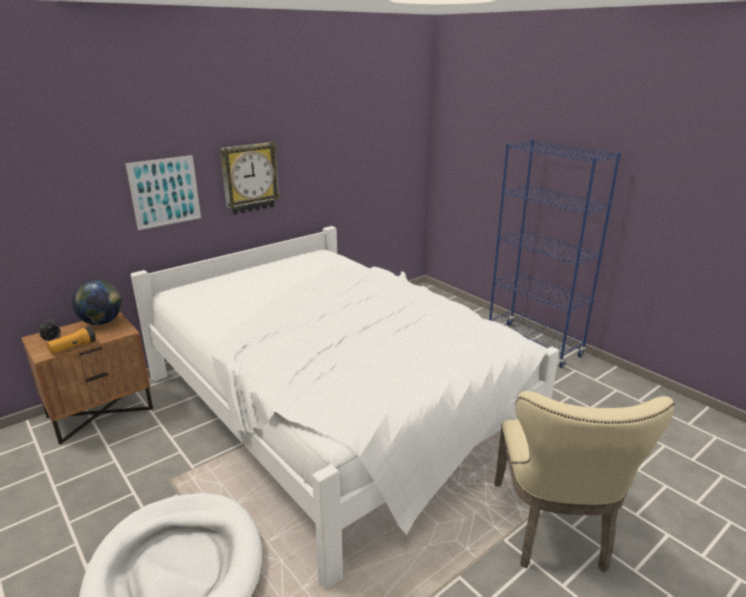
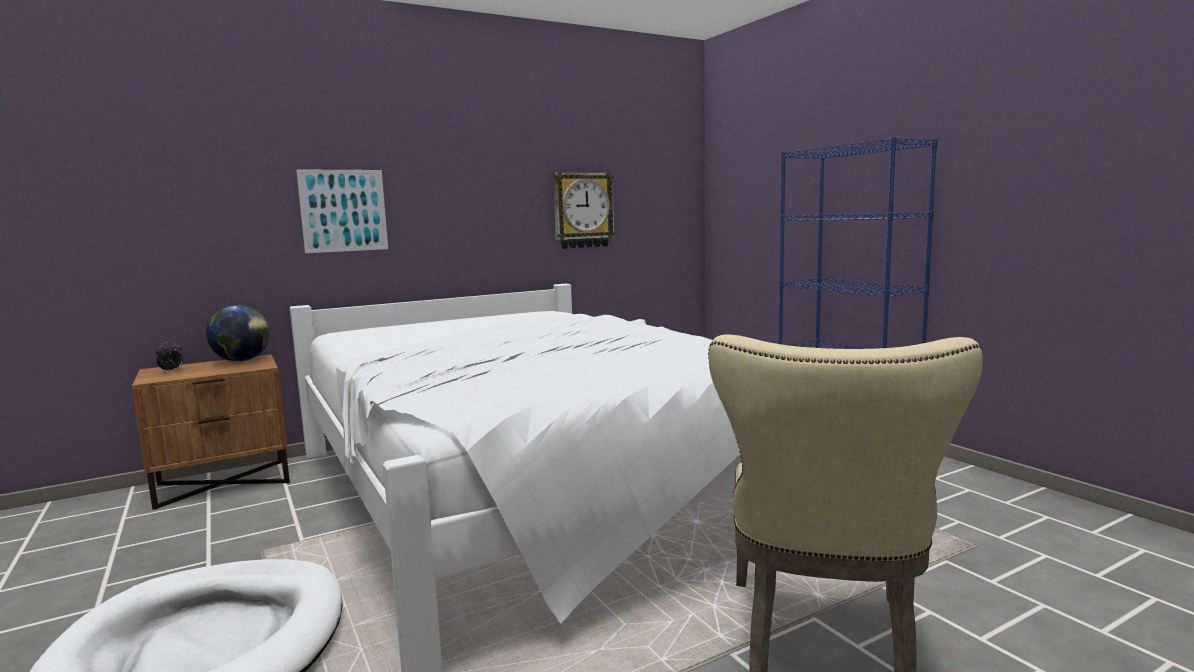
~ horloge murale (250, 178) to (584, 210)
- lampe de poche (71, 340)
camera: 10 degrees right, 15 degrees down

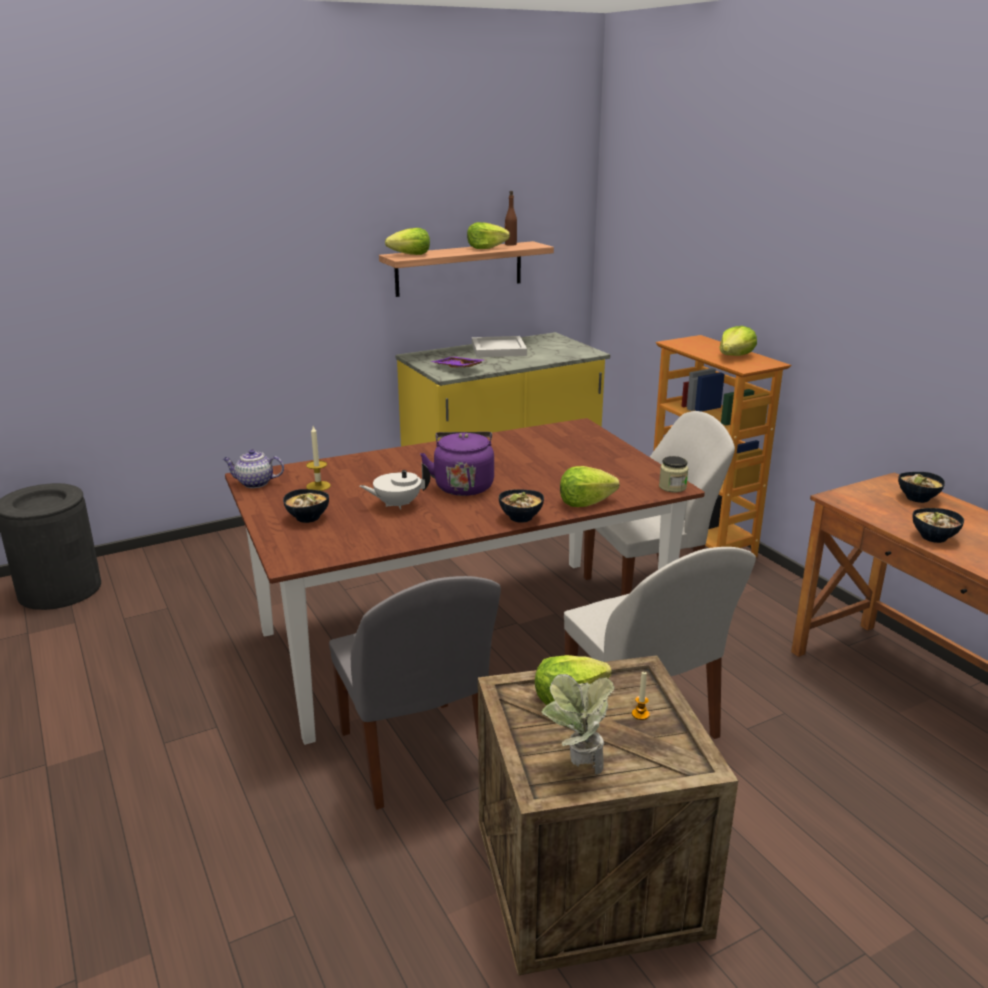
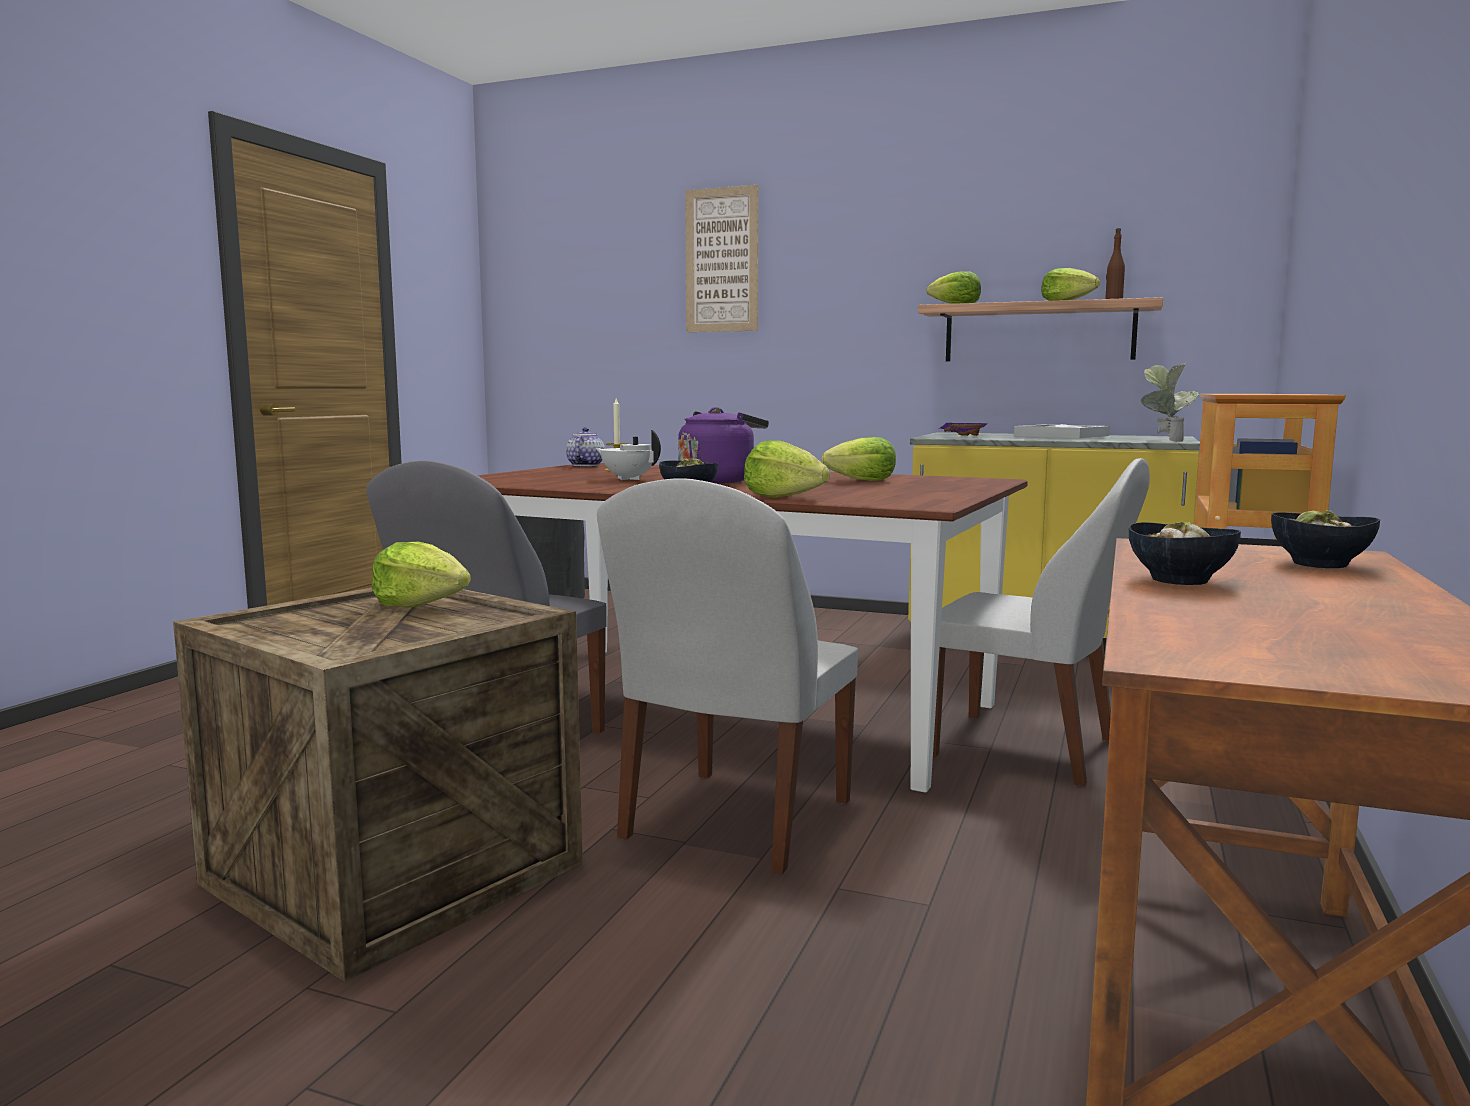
~ théière (253, 469) = (585, 446) 45 degrees clockwise
+ tableau (722, 258)
~ laitue (738, 341) to (858, 459)
~ plante en pot (578, 724) to (1170, 402)
- bol (306, 506)
- bougie (641, 696)
- bocal (673, 474)
camera: 50 degrees right, 15 degrees down

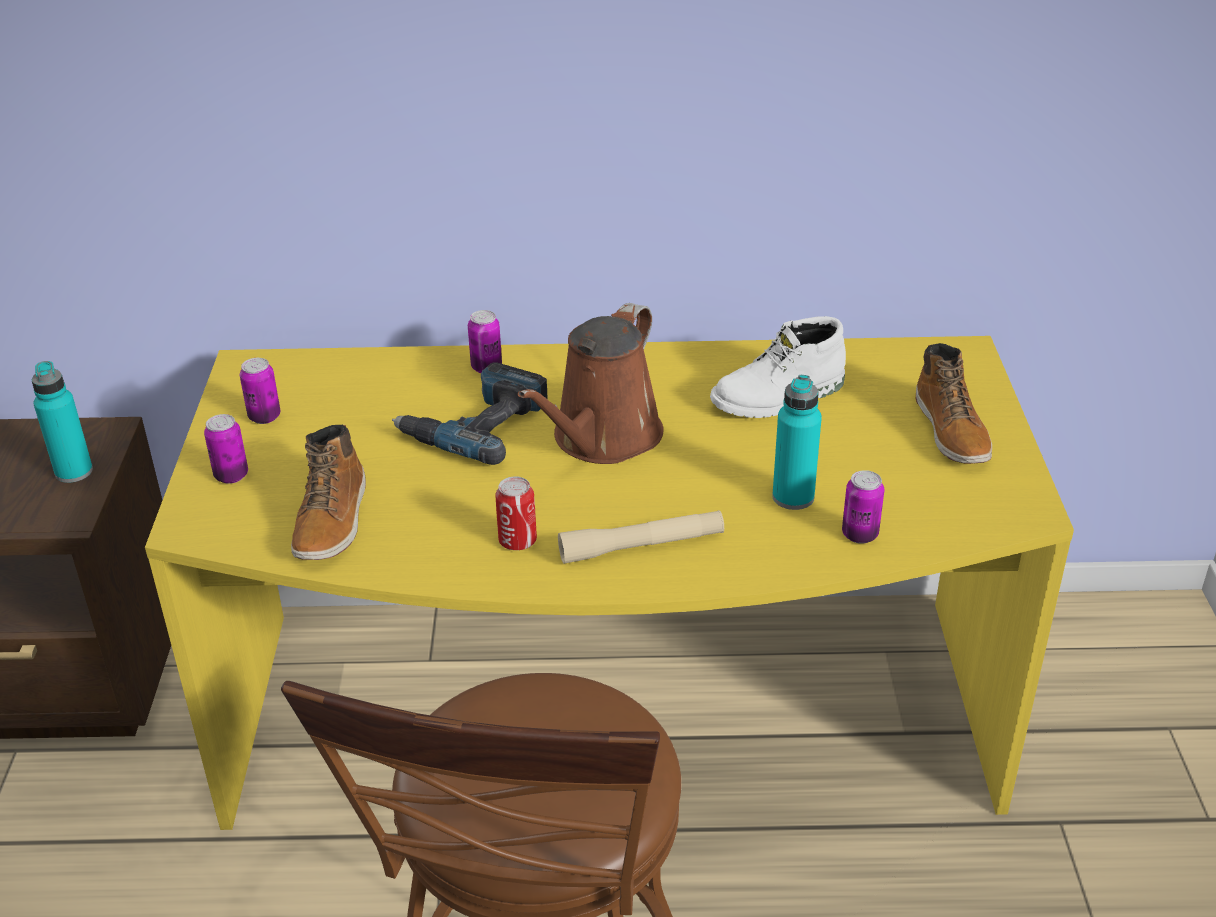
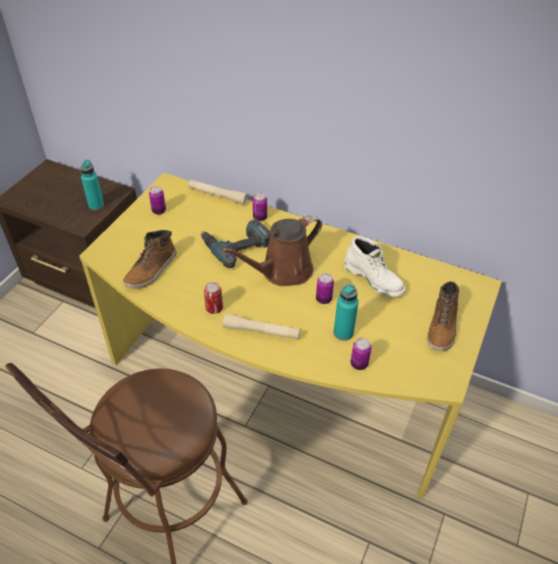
+ lampe de poche (beige) (218, 192)
~ boîte métallique (226, 449) to (325, 288)
~ botte (blanc) (778, 367) = (374, 266) 135 degrees counterclockwise
camera: 25 degrees right, 10 degrees up

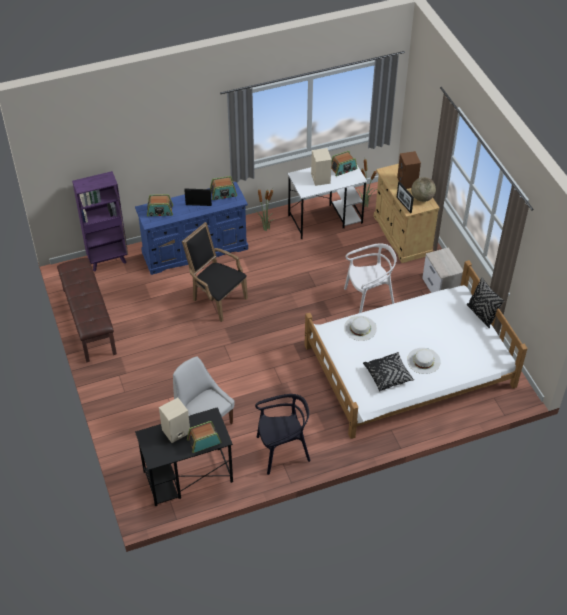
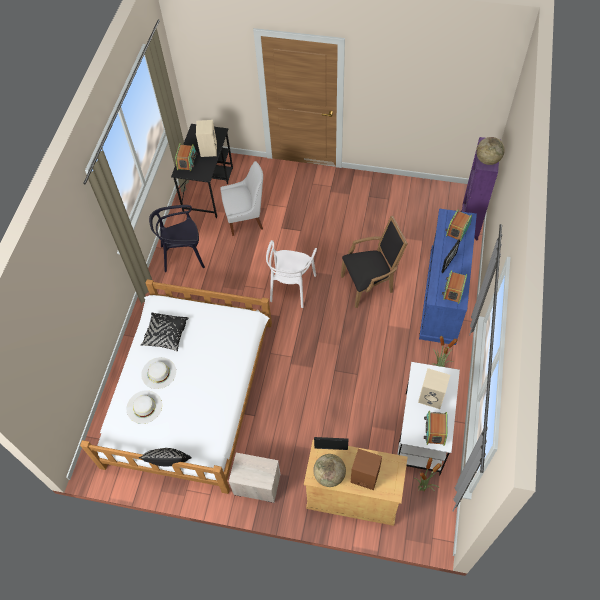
~ chapeau (blanc) (360, 328) to (144, 407)
~ chaise (noir) (282, 434) = (177, 238) 60 degrees clockwise
~ chaise (blanc) (370, 278) to (291, 274)
+ globe (490, 151)
- banc (marron) (87, 310)
camera: 125 degrees right, 10 degrees up

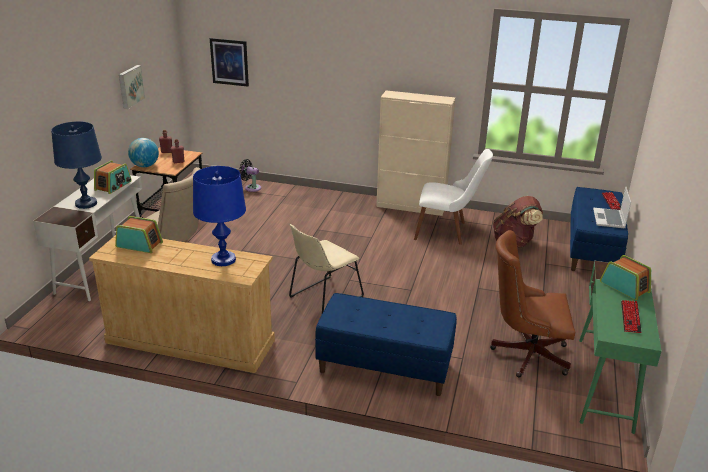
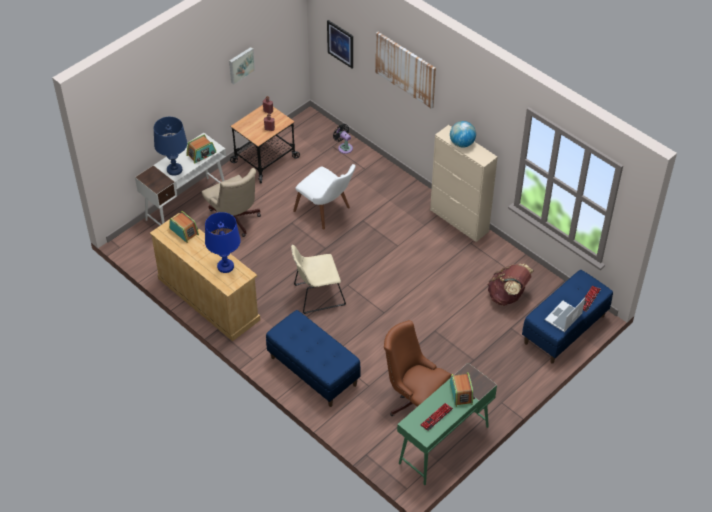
~ chaise (blanc) (453, 197) to (324, 197)
+ tableau (405, 70)
~ globe (143, 152) to (463, 134)
camera: 30 degrees right, 20 degrees up

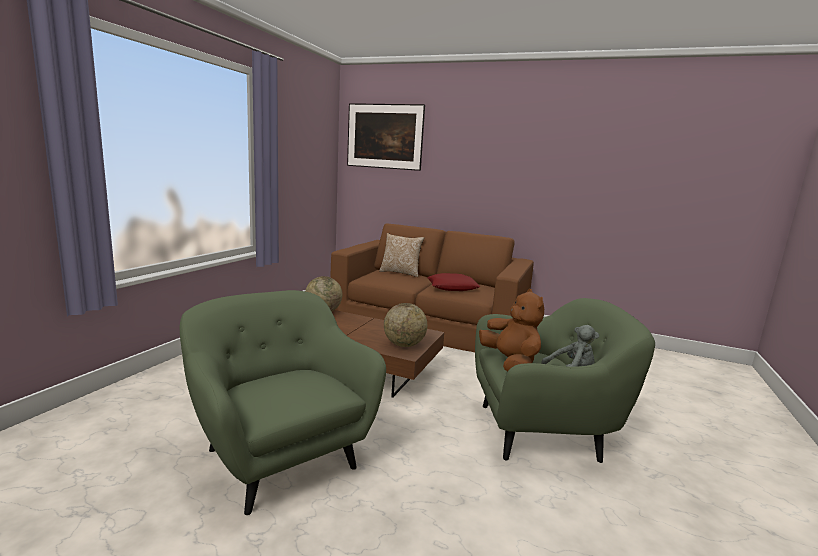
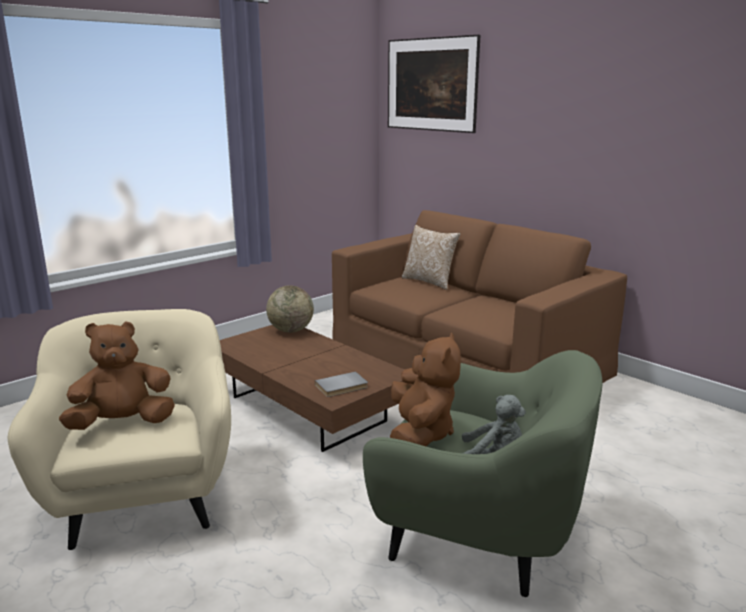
~ fauteuil (vert) (283, 402) to fauteuil (beige) (119, 429)
+ peluche (marron) (117, 375)
~ globe (405, 325) to livre (gris) (341, 384)
- coussin (rouge) (453, 282)
camera: 25 degrees right, 5 degrees up

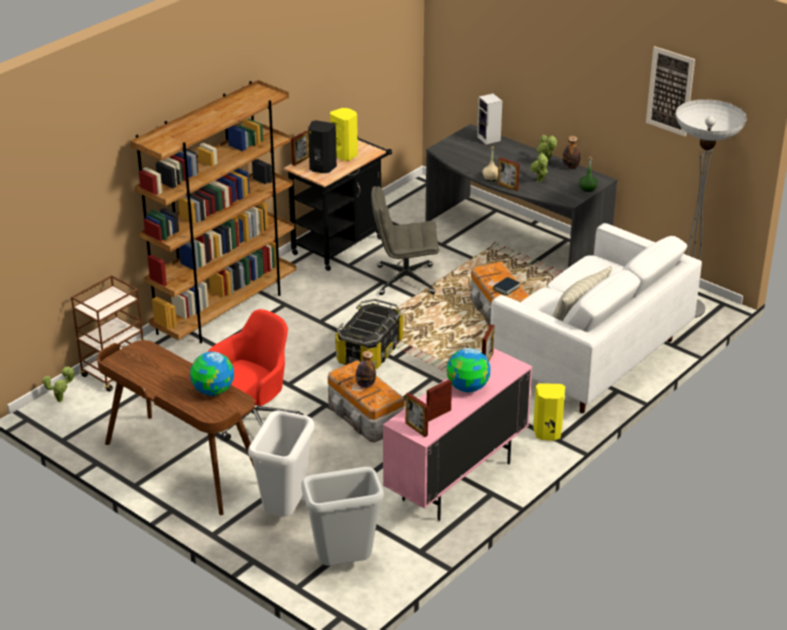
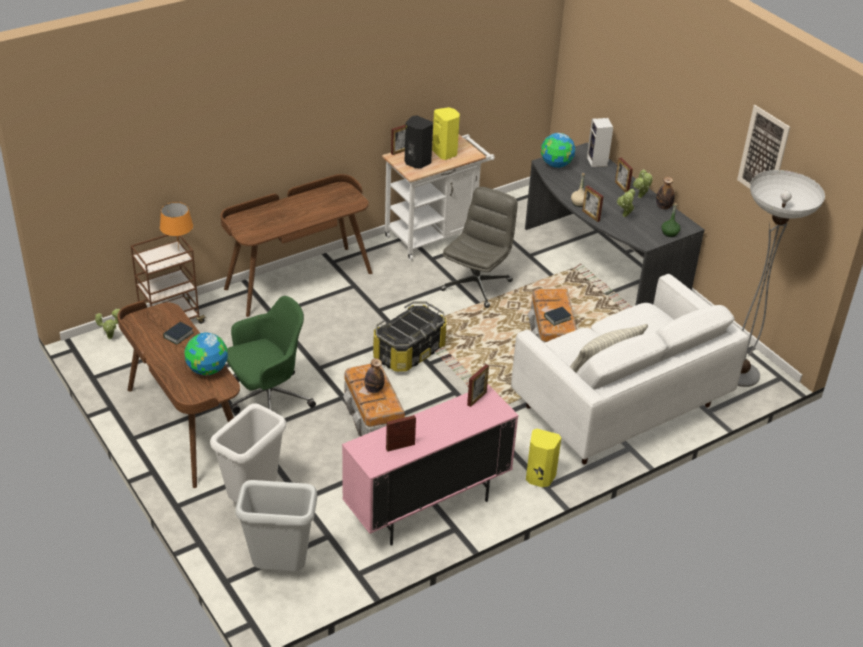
+ lampe de table (orange) (176, 225)
+ livre (178, 333)
~ bibliothèque (marron) (213, 211) to bureau (marron) (296, 245)
~ chaise de bureau (rouge) (256, 375) to chaise de bureau (vert) (271, 354)
~ chariot (noir) (338, 204) to chariot (blanc) (438, 197)
~ chaise de bureau (gris) (405, 240) = (479, 247) 105 degrees clockwise
~ globe (468, 370) to (558, 150)
~ cadre photo (417, 414) to (624, 175)
camera: 15 degrees right, 5 degrees up

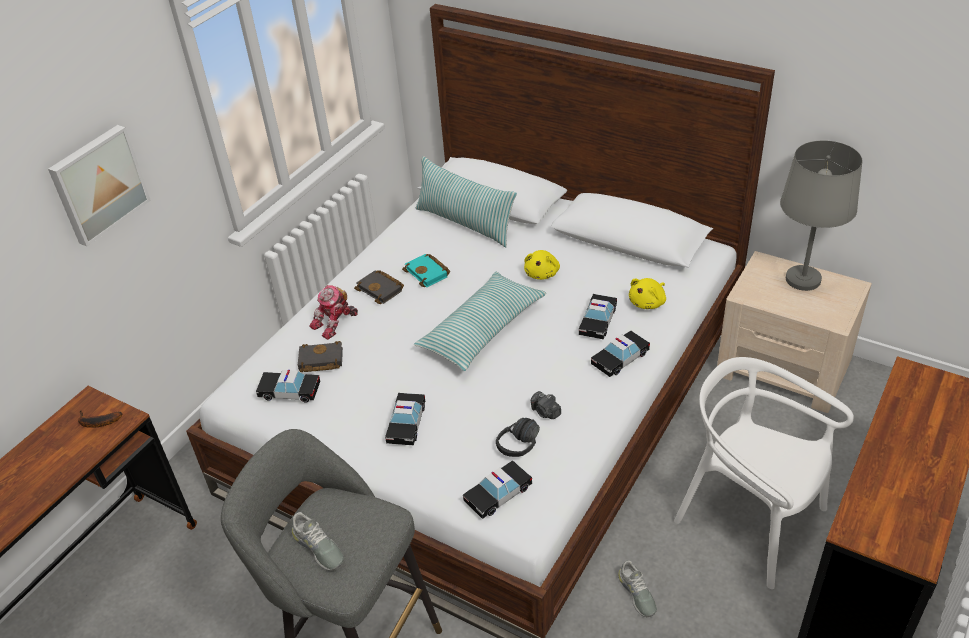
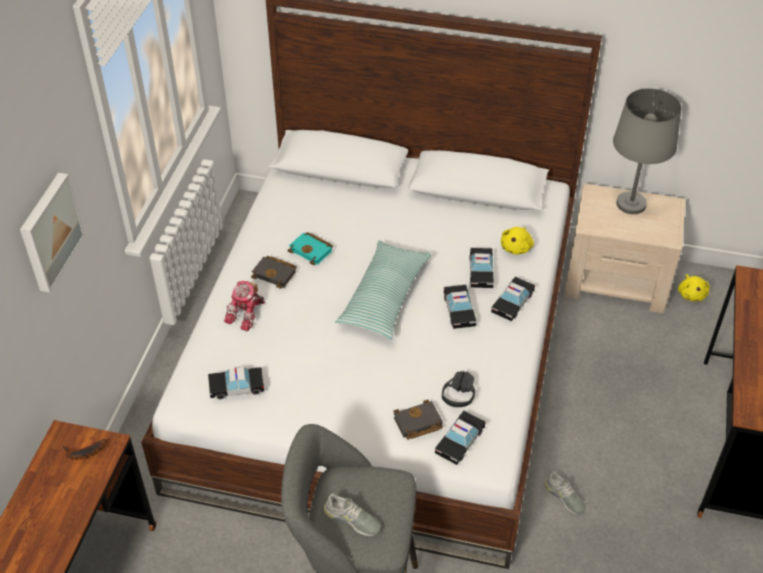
~ livre (noir) (320, 356) to (418, 419)
~ petite voiture (405, 419) to (460, 307)
~ peluche (jaune) (542, 265) to (694, 287)
- coussin (466, 201)
- appareil photo (546, 405)
- chaise (blanc) (764, 473)
camera: 20 degrees left, 5 degrees up

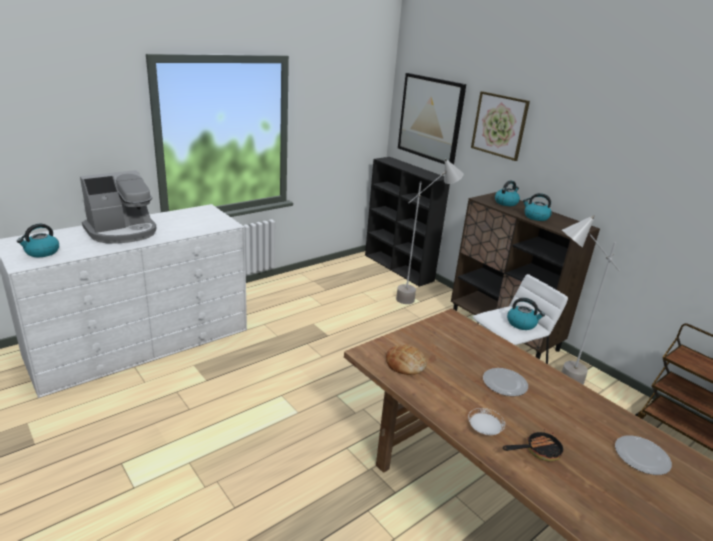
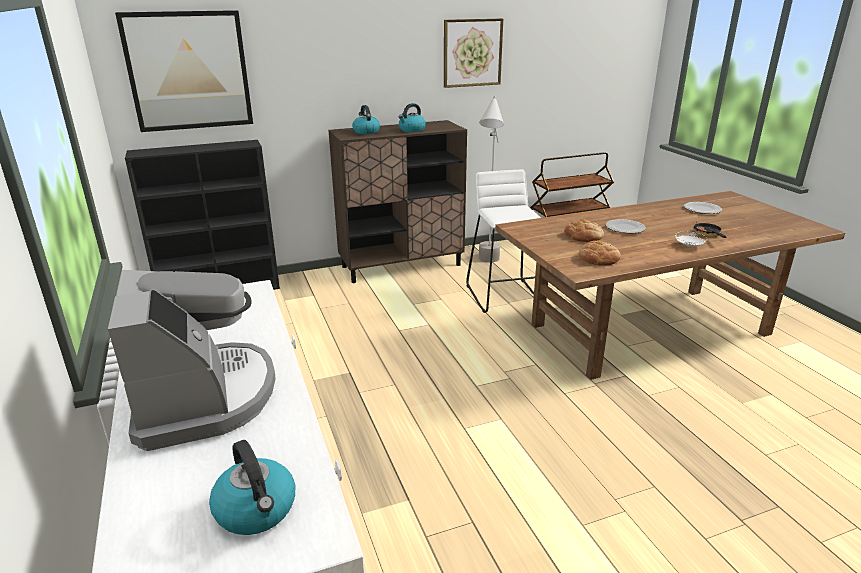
~ tableau (500, 126) to (473, 53)
+ pain (584, 230)
- lampadaire (gris) (429, 231)
- bouilloire (526, 314)
camera: 70 degrees left, 0 degrees up

